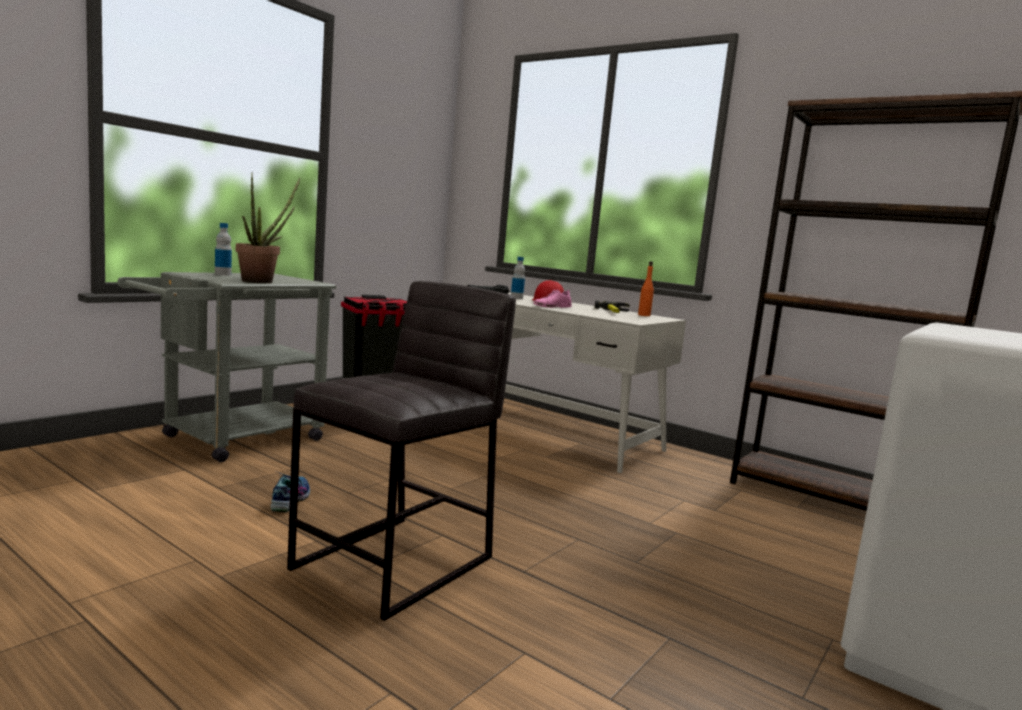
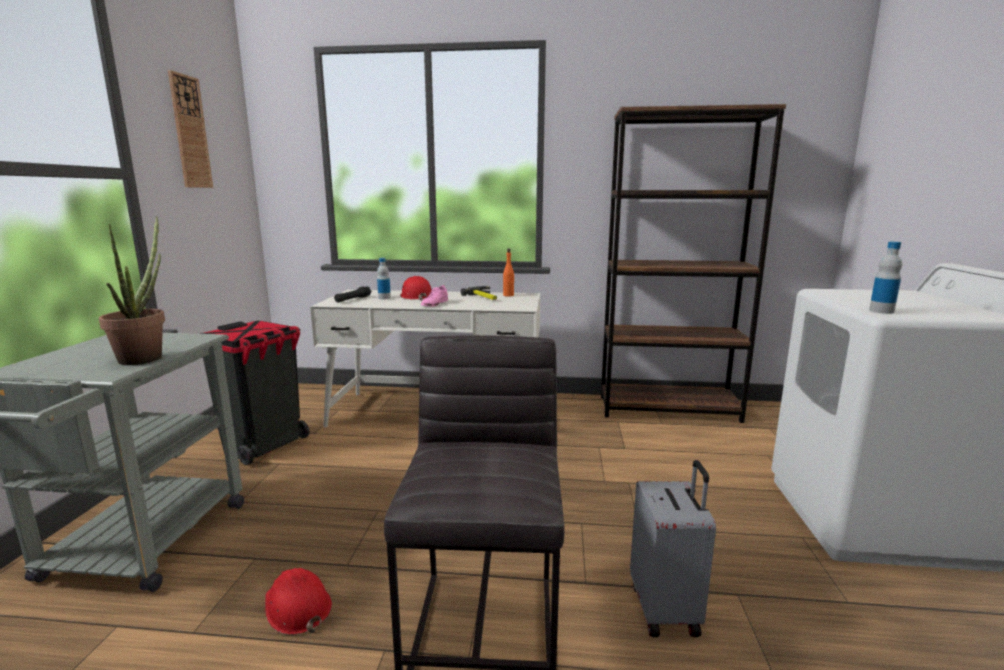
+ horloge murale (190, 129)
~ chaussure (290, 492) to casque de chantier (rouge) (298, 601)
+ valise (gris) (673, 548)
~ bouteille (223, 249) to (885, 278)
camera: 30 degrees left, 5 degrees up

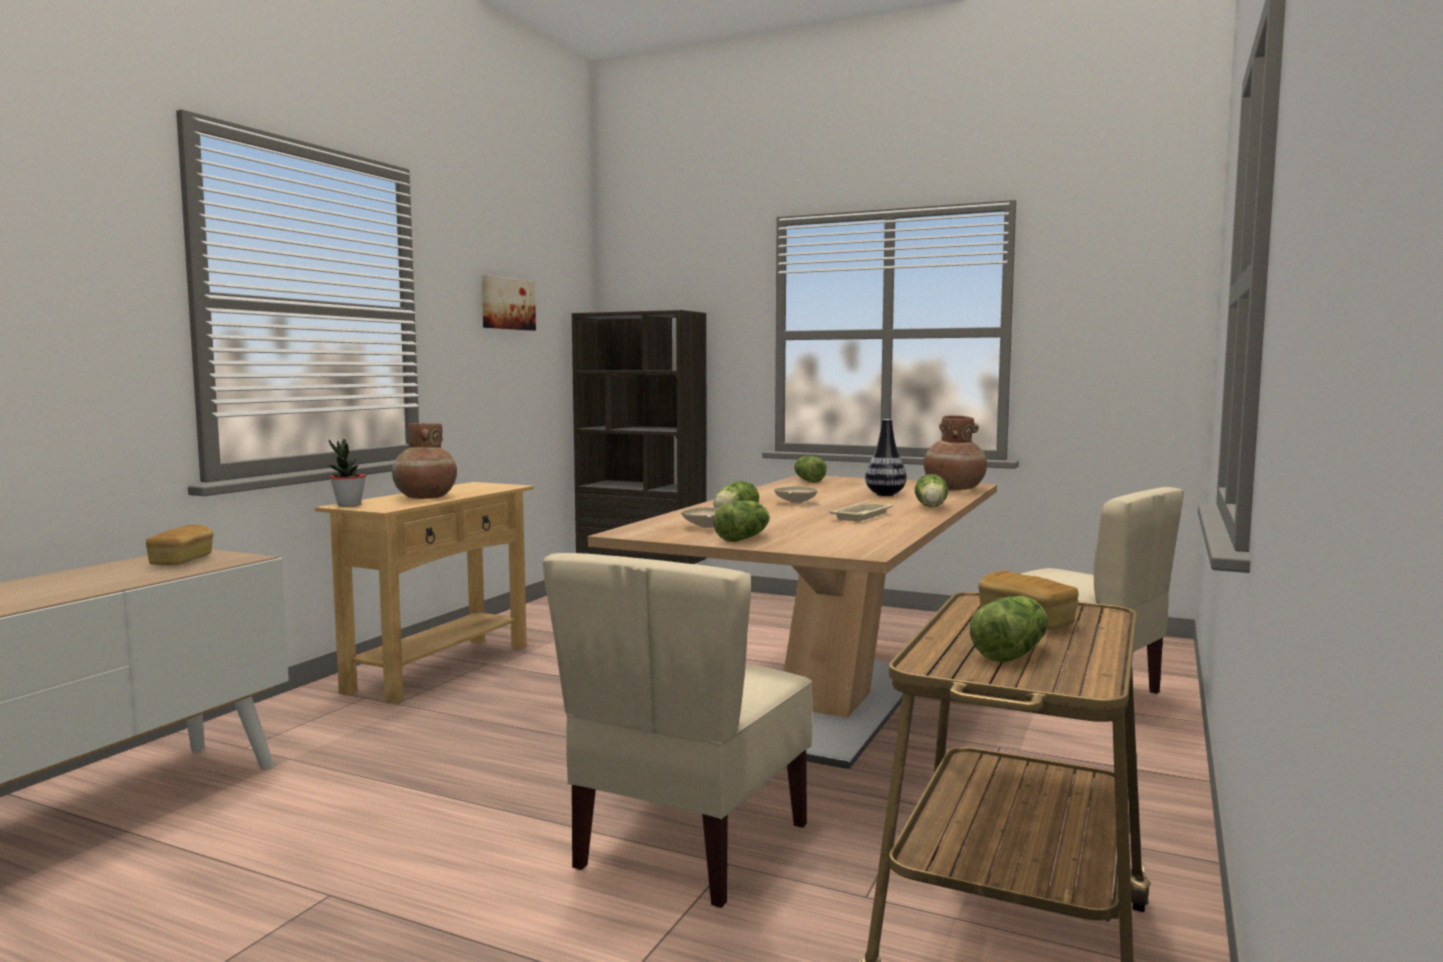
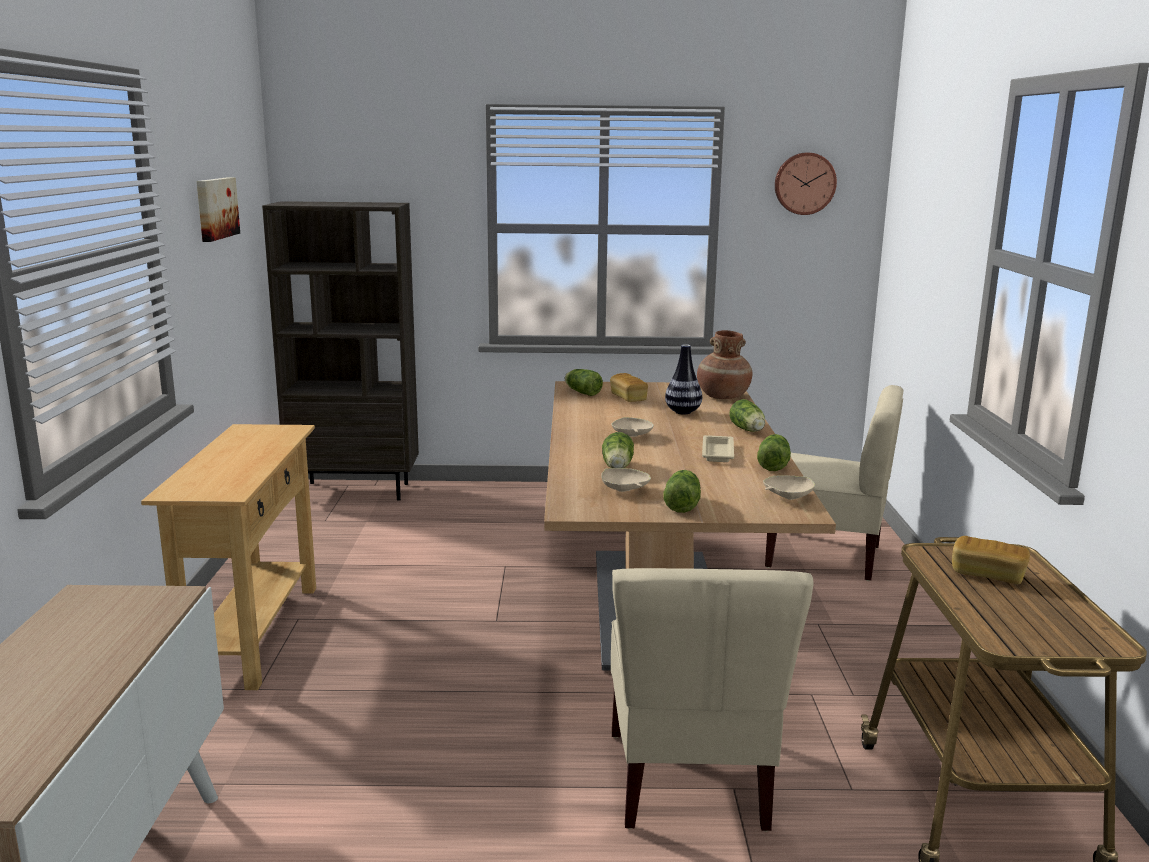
~ pain (179, 545) to (629, 387)
~ laitue (1009, 629) to (774, 452)
+ bol (beige) (789, 488)
+ horloge murale (806, 184)
- plante en pot (347, 472)
- vase (marron) (424, 461)
camera: 25 degrees left, 10 degrees up

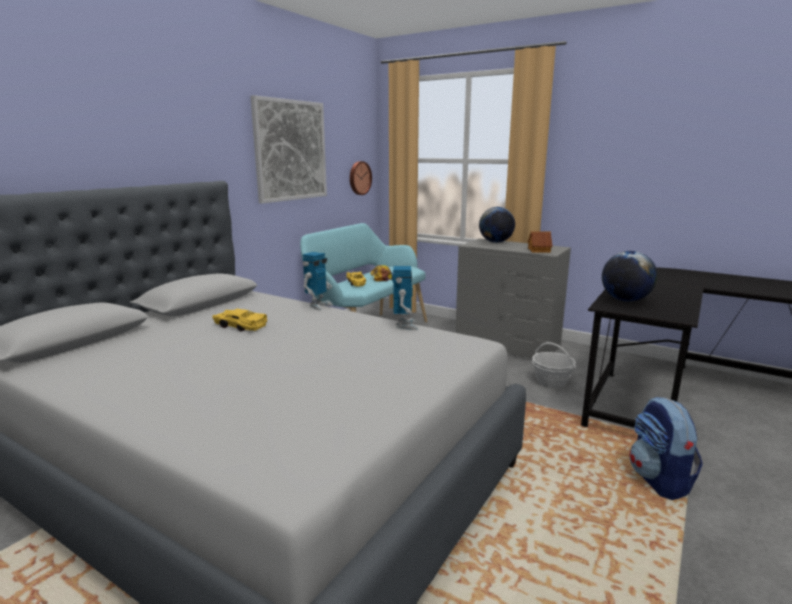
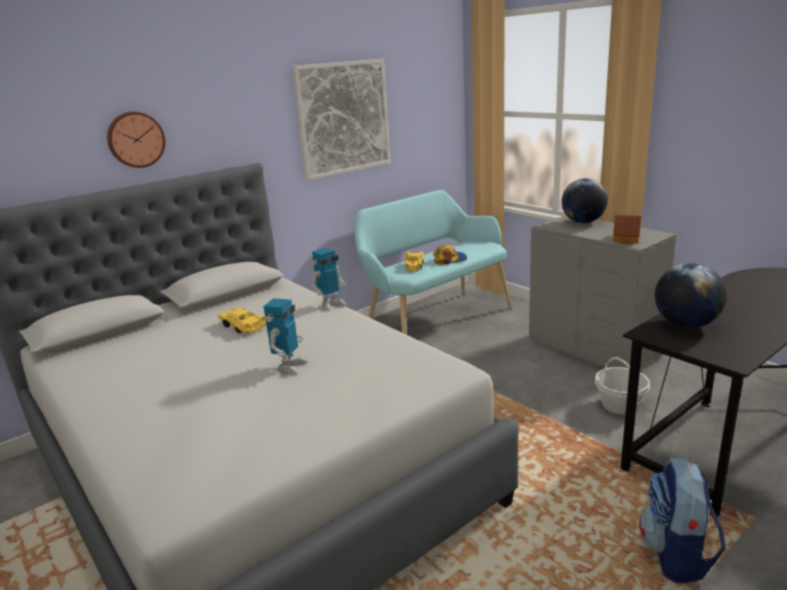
~ horloge murale (361, 178) to (136, 140)
~ robot jouet (405, 298) to (285, 336)
camera: 20 degrees right, 5 degrees up

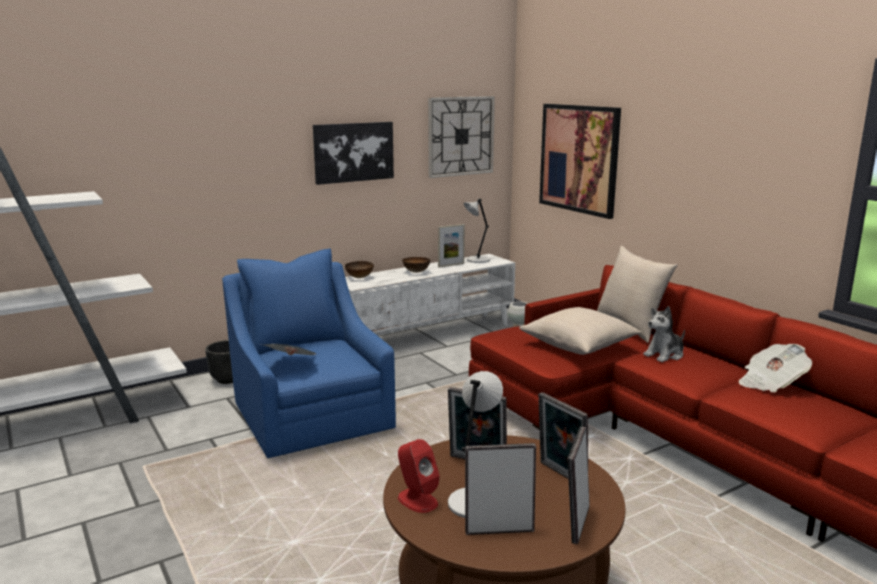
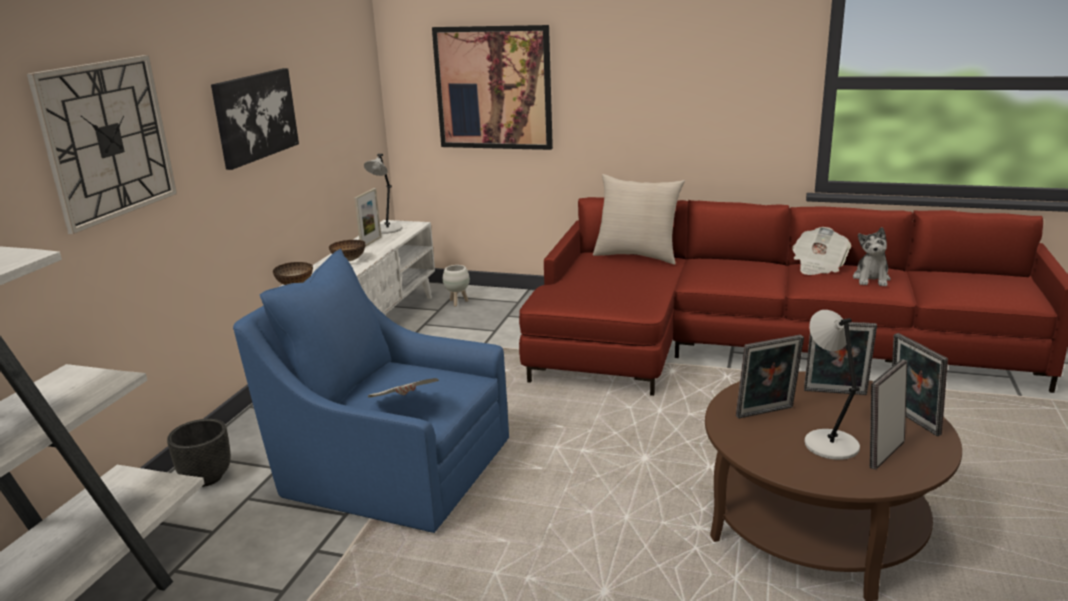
~ horloge murale (461, 137) to (102, 144)
~ peluche (664, 334) to (872, 256)
- enceinte (rouge) (419, 476)
- coussin (beige) (580, 331)
camera: 40 degrees left, 5 degrees up

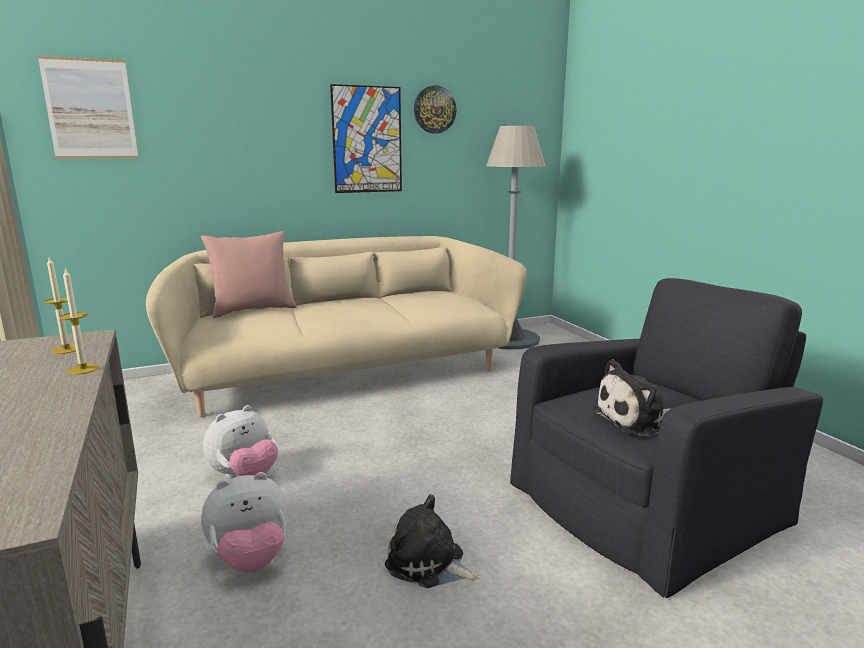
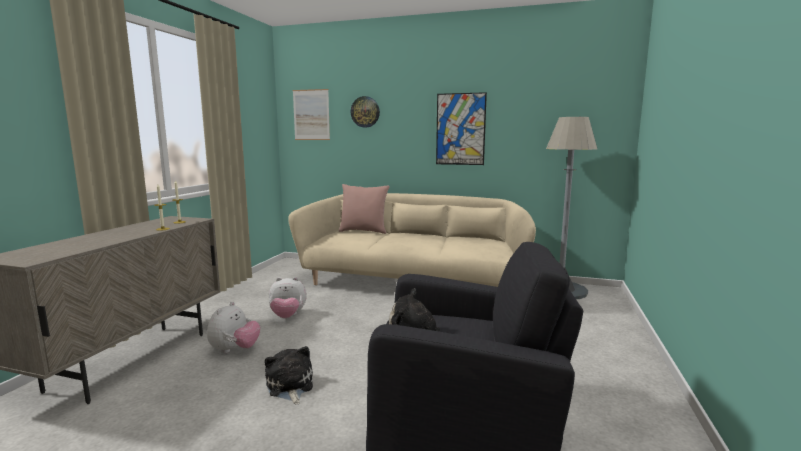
~ peluche (244, 522) = (233, 328) 90 degrees counterclockwise
~ horloge murale (435, 109) to (365, 112)
camera: 40 degrees right, 5 degrees down

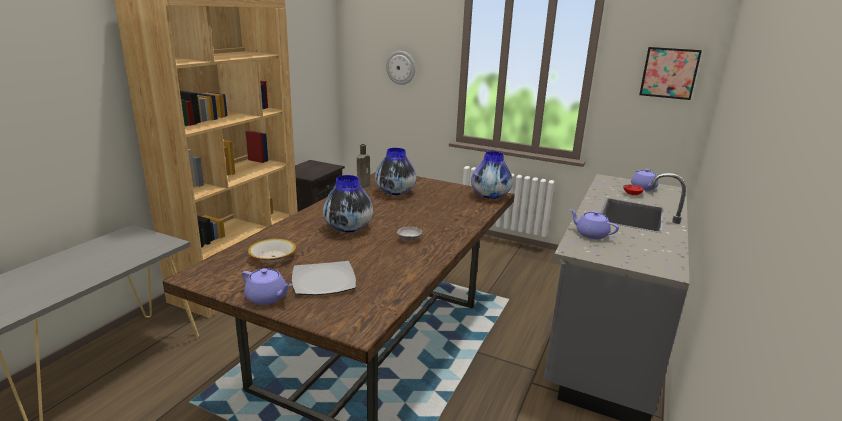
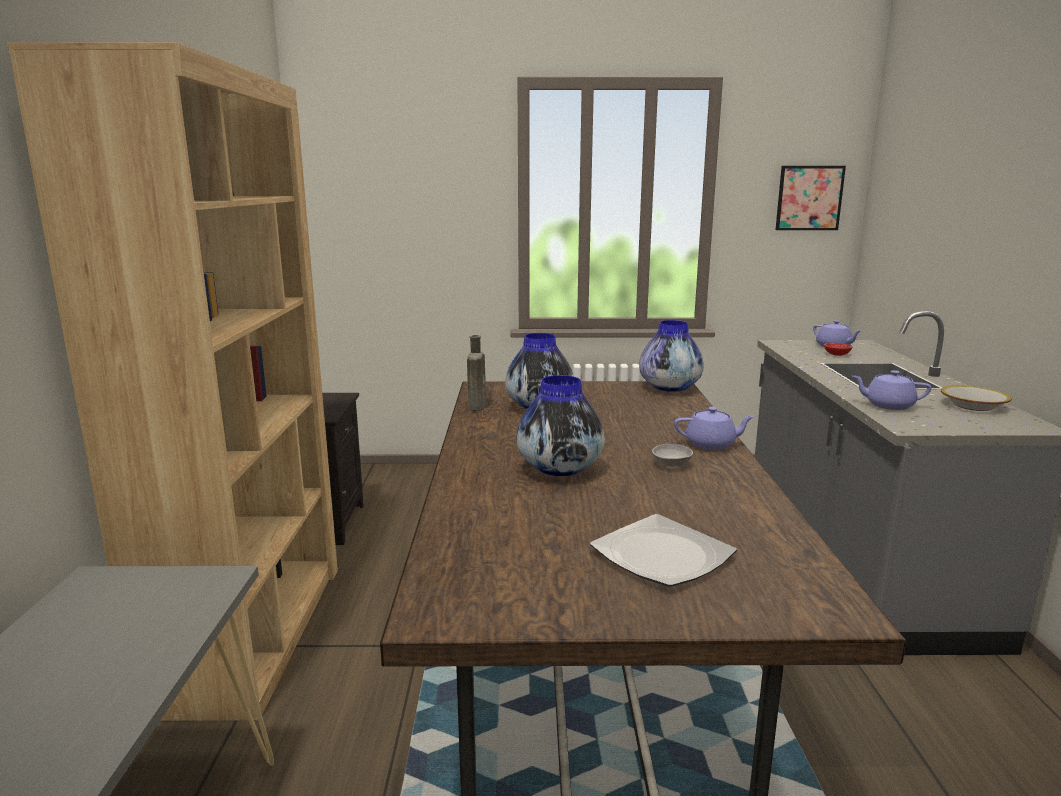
~ théière (violet) (267, 286) to (714, 428)
~ bol (272, 251) to (976, 398)
- horloge murale (400, 68)
camera: 25 degrees left, 5 degrees down

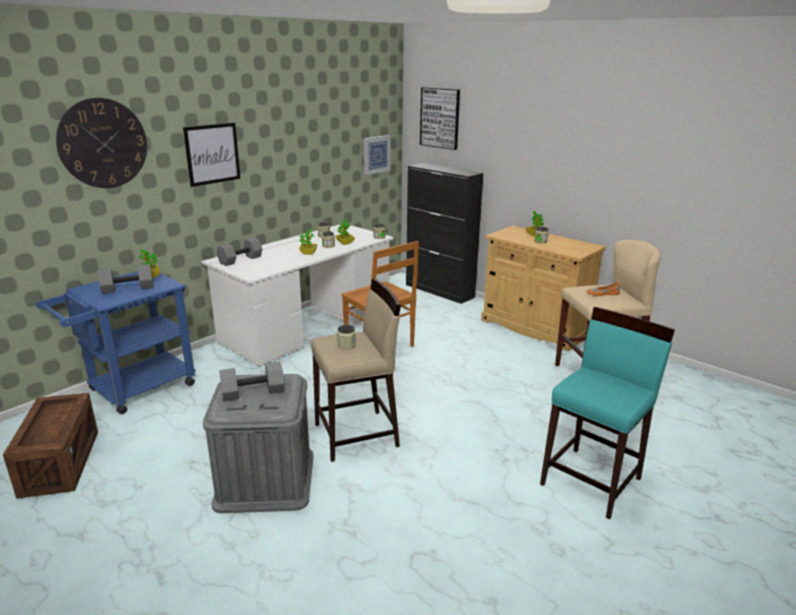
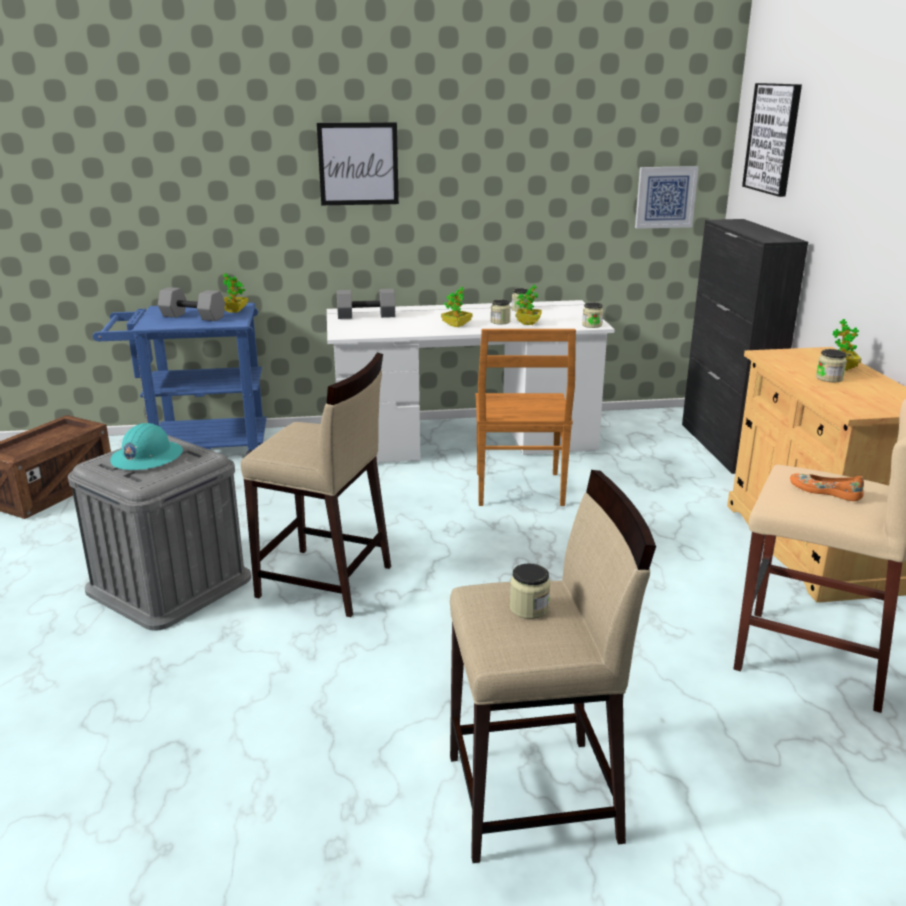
~ haltère (gris) (251, 381) to casque de chantier (turquoise) (146, 446)
~ tabouret (turquoise) (607, 413) to tabouret (beige) (553, 666)
~ bocal (346, 337) to (530, 591)
- horloge murale (101, 143)
camera: 40 degrees right, 0 degrees up

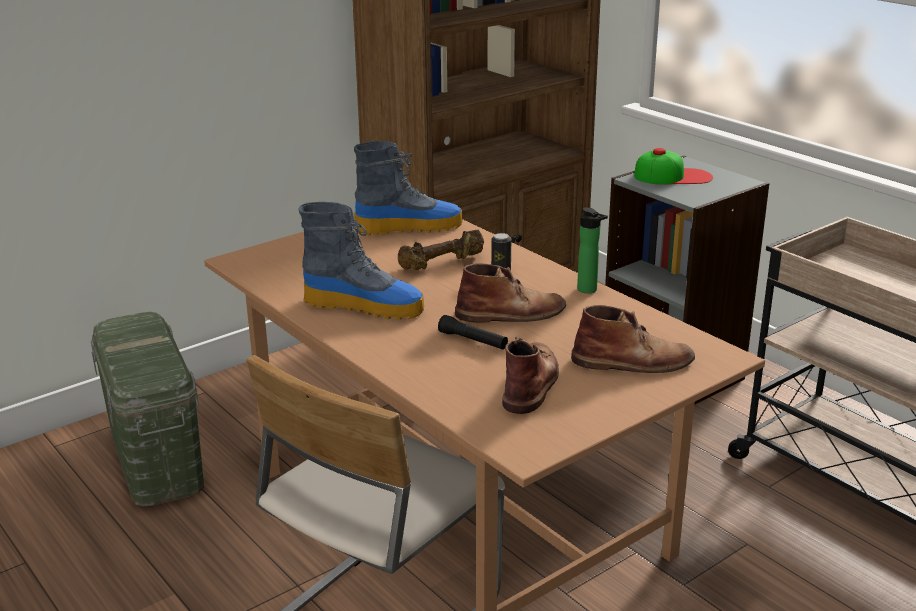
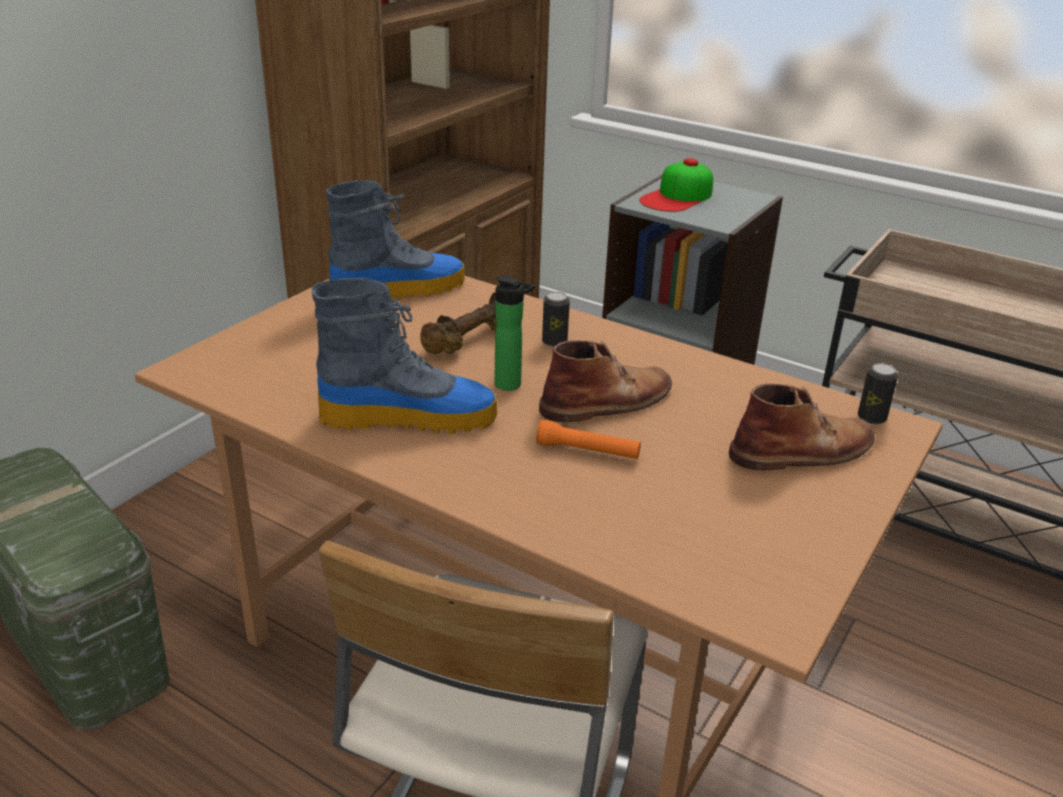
~ bouteille (592, 250) to (514, 333)
~ lampe de poche (noir) (473, 332) to lampe de poche (orange) (588, 439)
~ casquette (673, 166) = (676, 185) 150 degrees clockwise
+ boîte métallique (878, 393)
- botte (marron) (530, 375)
camera: 20 degrees left, 5 degrees up

